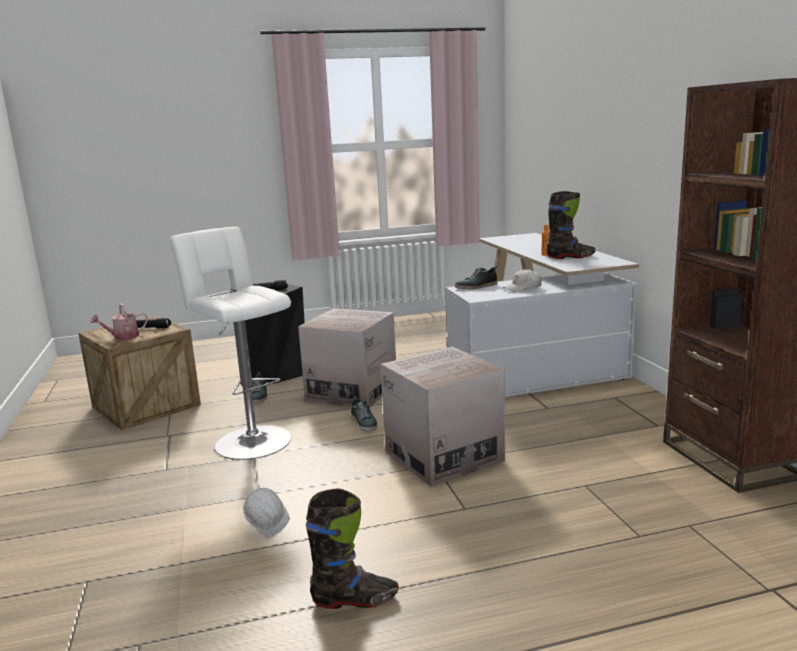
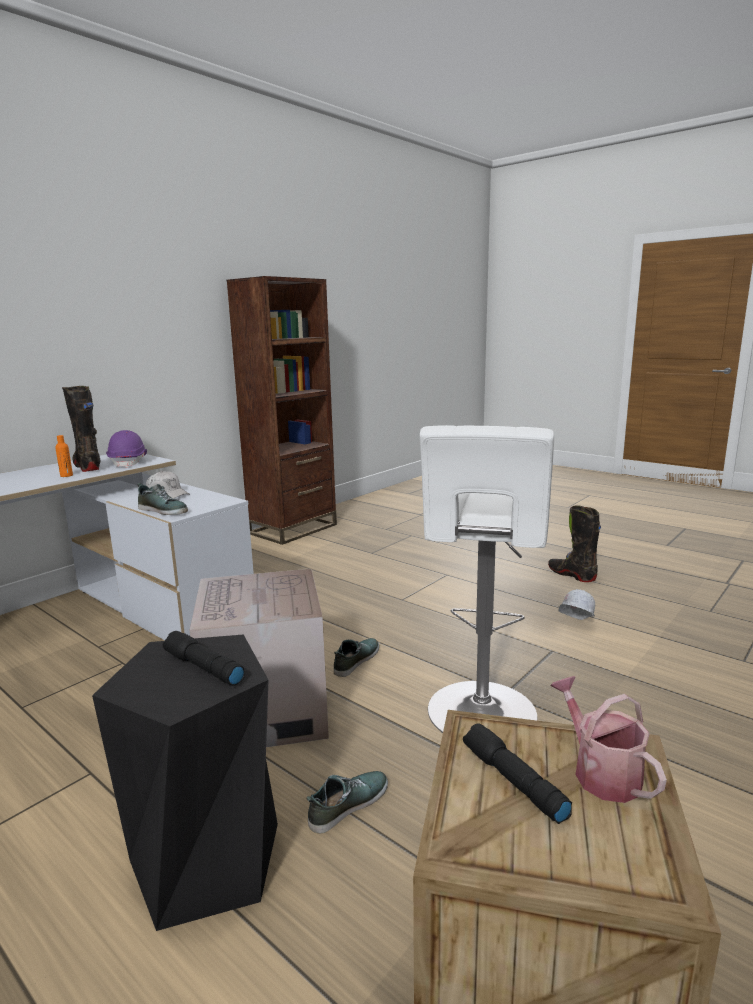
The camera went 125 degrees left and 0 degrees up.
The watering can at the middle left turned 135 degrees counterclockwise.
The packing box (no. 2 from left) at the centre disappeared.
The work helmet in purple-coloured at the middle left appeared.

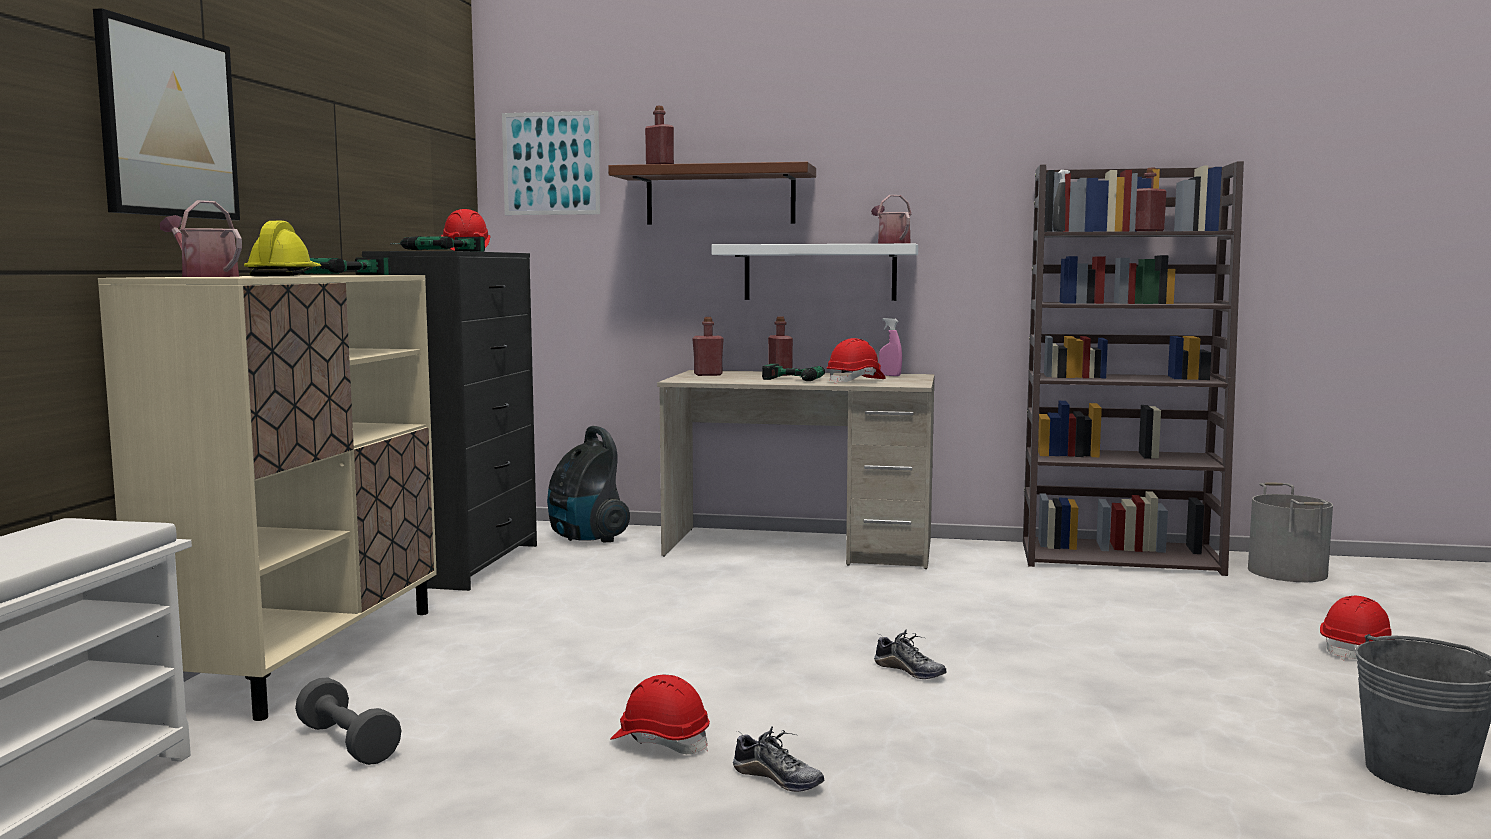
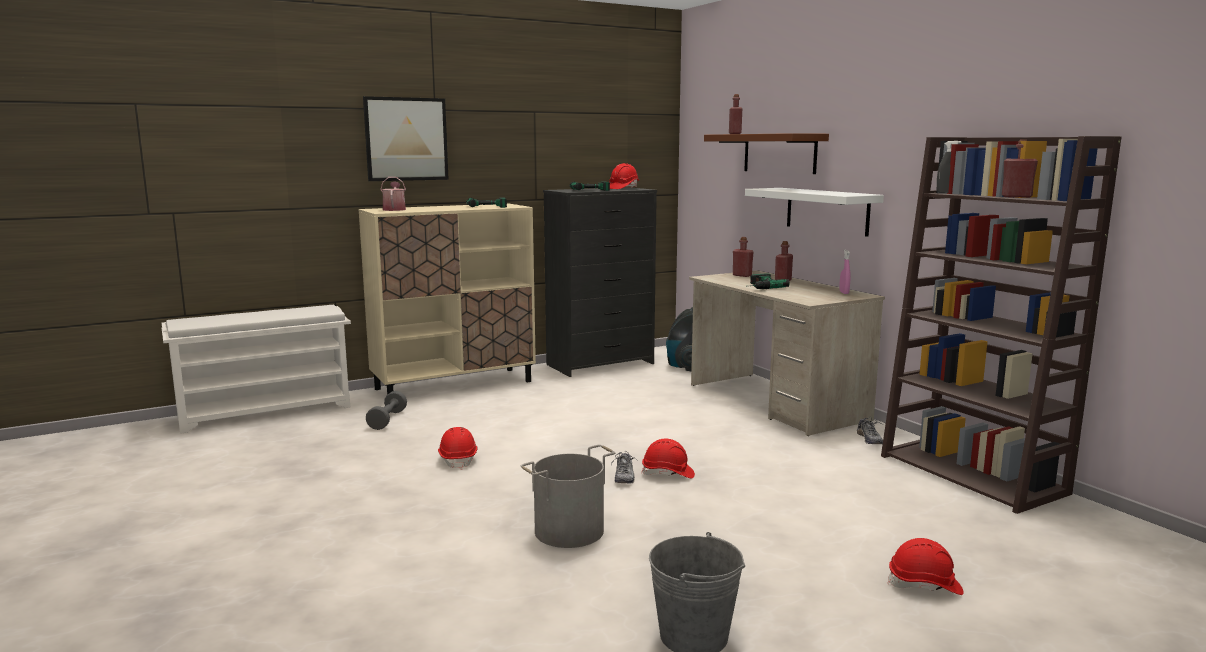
The camera went 50 degrees right and 5 degrees up.
The picture (no. 2 from left) at the top centre disappeared.
The watering can (no. 2 from left) at the top centre disappeared.
The work helmet in yellow-coloured at the top left disappeared.
The work helmet in red-coloured (no. 3 from left) moved from the centre to the bottom centre.
The pail in gray (no. 1 from left) moved from the middle right to the bottom centre.
The item of footwear (no. 1 from left in the first image) moved from the bottom centre to the middle right.

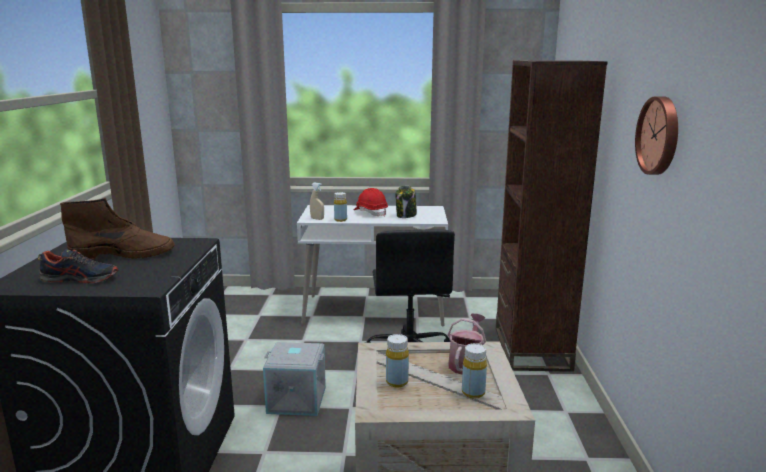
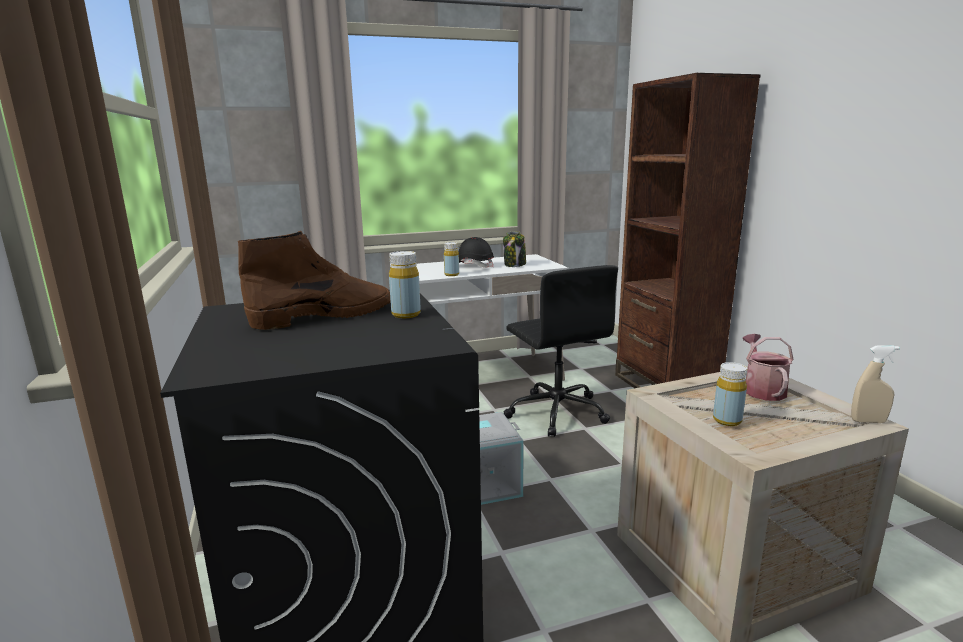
The camera went 20 degrees left and 0 degrees up.
The hanging clock at the top right disappeared.
The spray bottle in beige-coloured moved from the centre to the middle right.
The work helmet in red-coloured at the centre became the work helmet in black-coloured at the centre.
The item of footwear at the middle left disappeared.
The drink bottle in yellow-coloured (no. 3 from left in the first image) moved from the bottom centre to the centre.

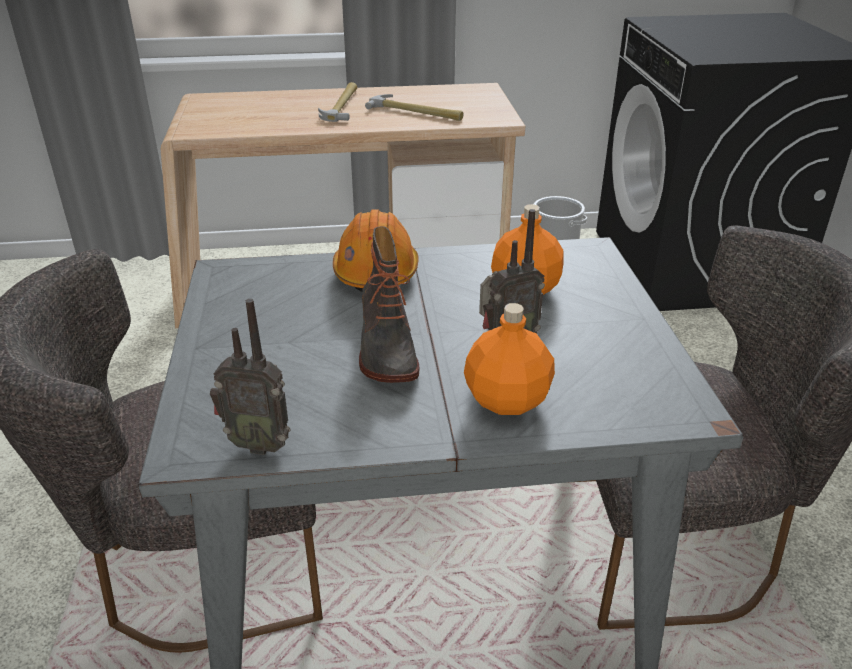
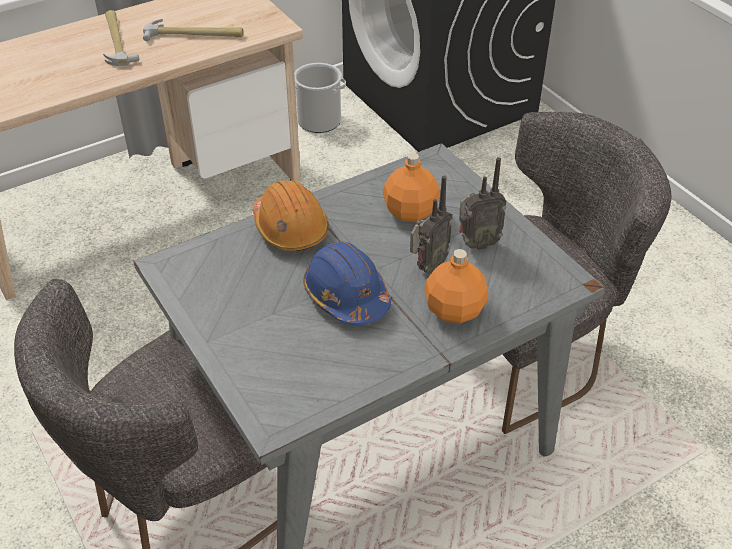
The camera went 25 degrees left and 10 degrees up.
The tall boot at the centre was replaced by the work helmet in blue-coloured at the centre.
The radio receiver (no. 1 from left in the first image) moved from the middle left to the centre.

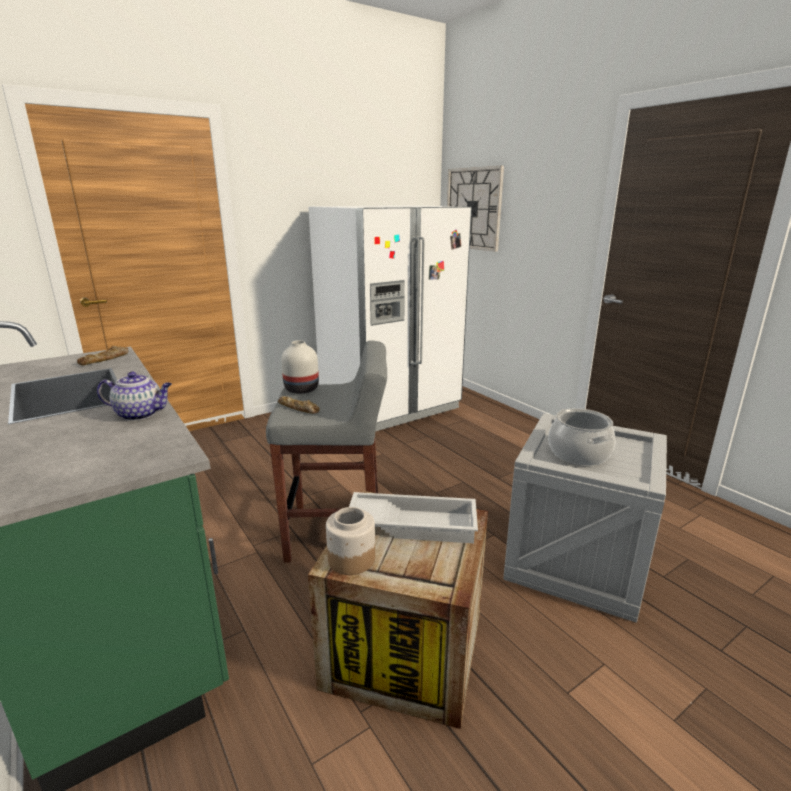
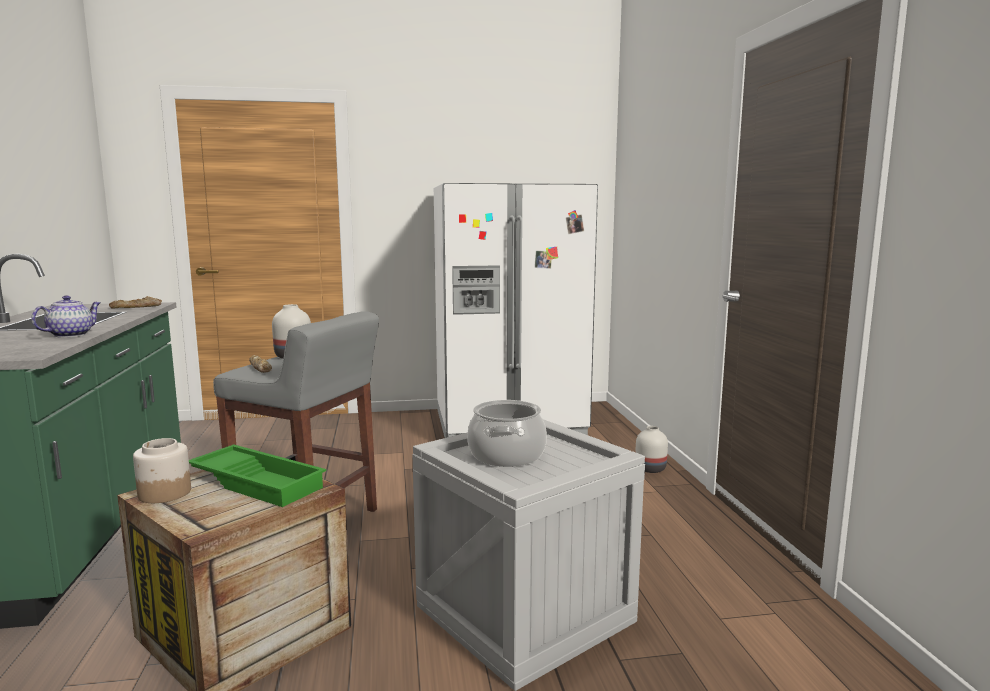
The camera went 25 degrees right and 10 degrees down.
The hanging clock at the top centre disappeared.
The tea pot at the middle left turned 90 degrees counterclockwise.
The carrying tray in white-coloured at the centre became the carrying tray in green-coloured at the bottom left.
The vase in white-coloured (no. 2 from left) at the centre appeared.

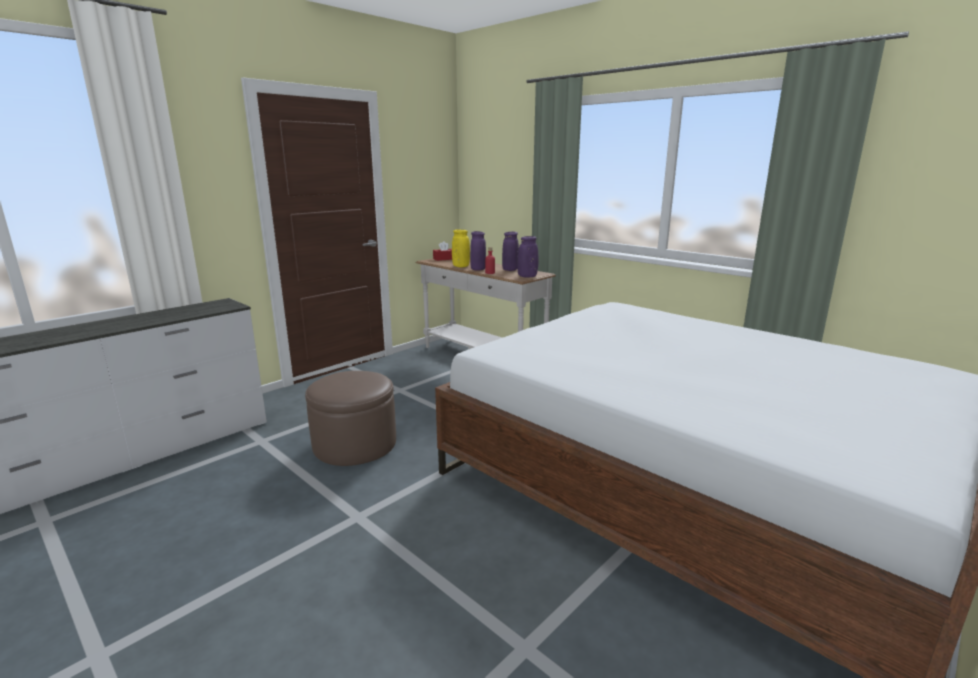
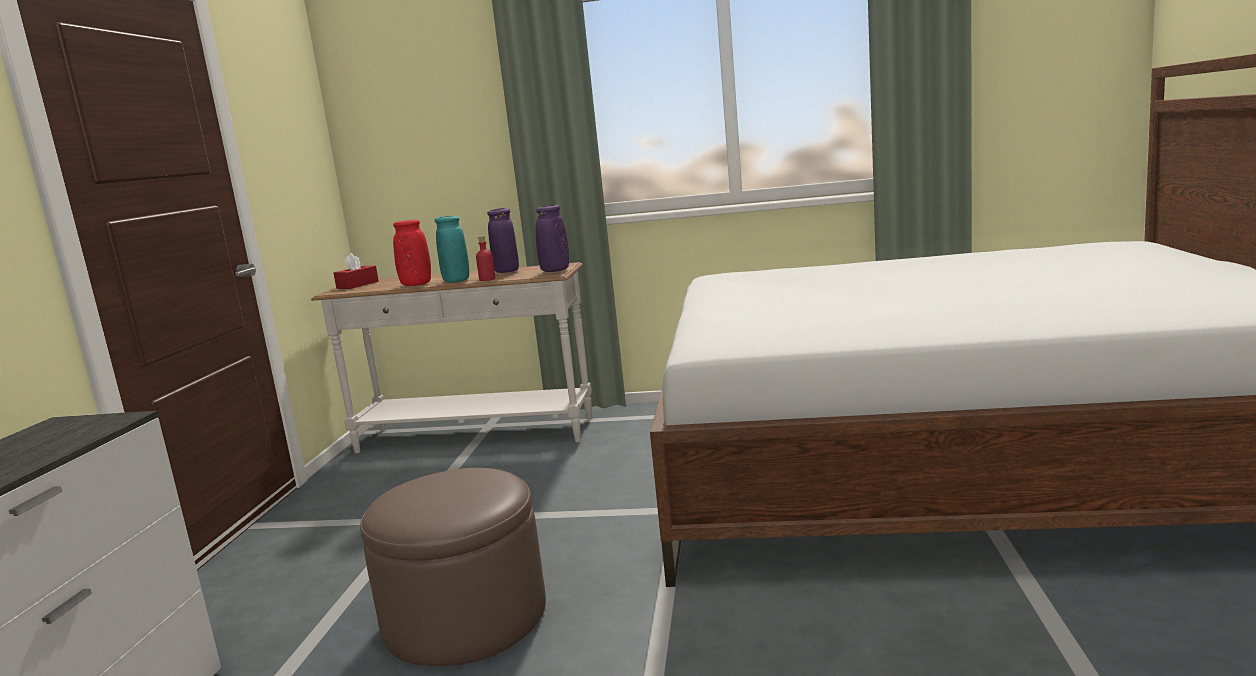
The camera went 35 degrees left and 5 degrees down.
The vase in yellow-coloured at the centre became the vase in red-coloured at the middle left.
The vase in purple-coloured (no. 1 from left) at the centre became the vase in blue-green at the centre.

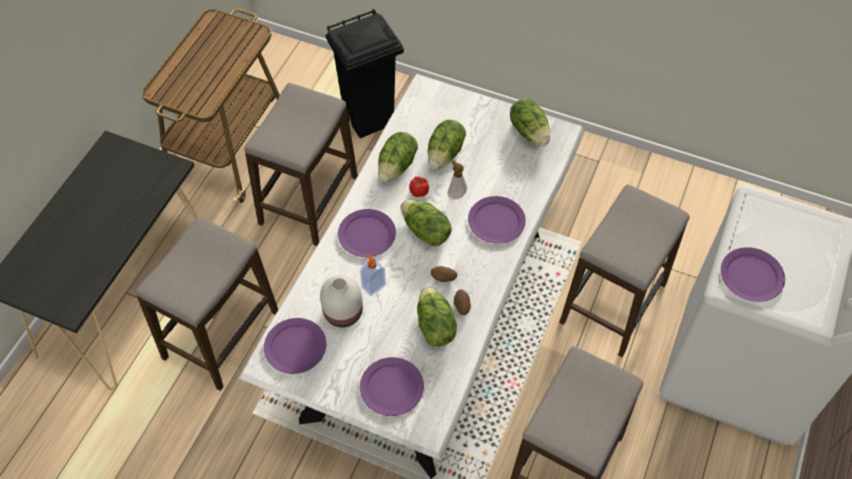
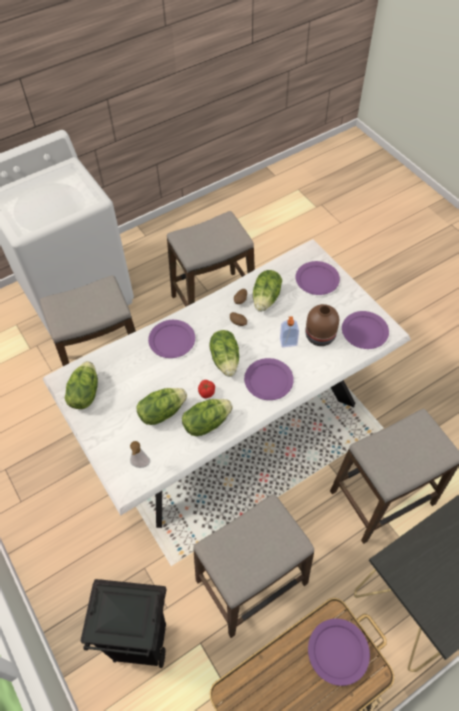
The camera went 145 degrees left and 0 degrees up.
The liquid soap bottle (no. 2 from left in the first image) moved from the centre to the middle left.
The dinner plate in purple-coloured (no. 5 from left in the first image) moved from the middle right to the bottom right.
The vase in white-coloured at the centre became the vase in brown at the middle right.

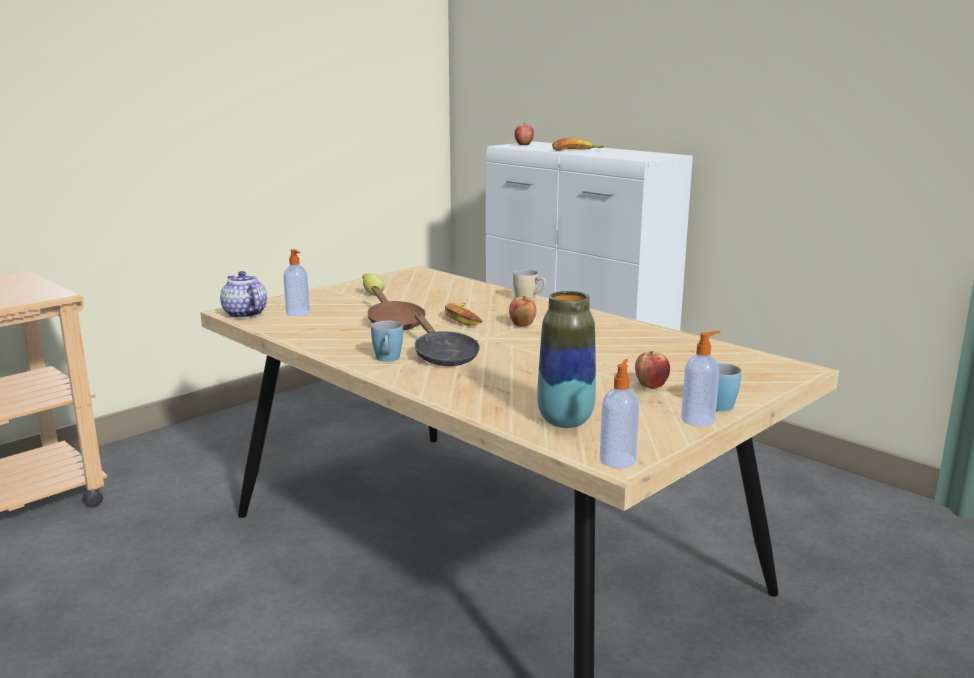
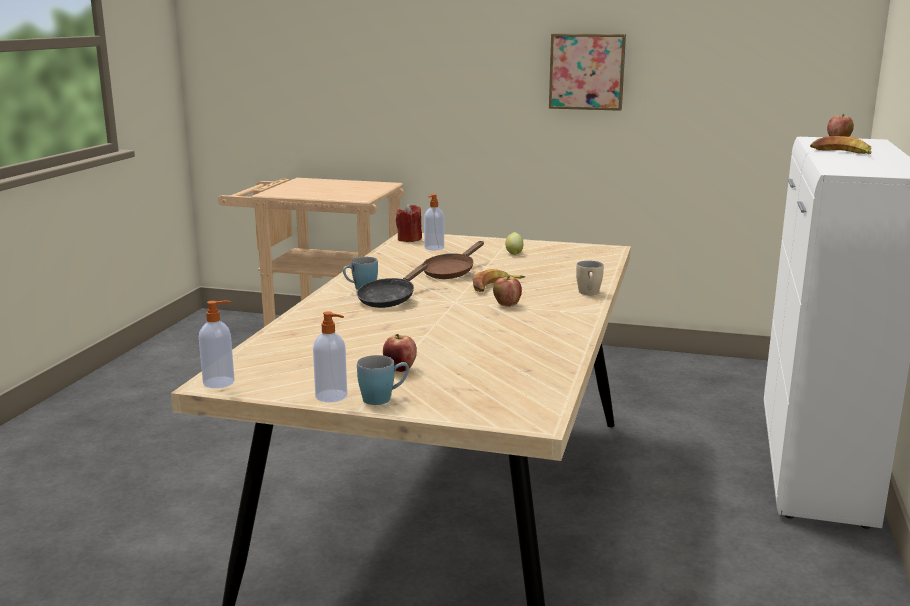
The camera went 60 degrees right and 0 degrees up.
The tea pot at the middle left was replaced by the wax candle in red-coloured at the centre.
The vase at the centre disappeared.
The picture at the top centre appeared.

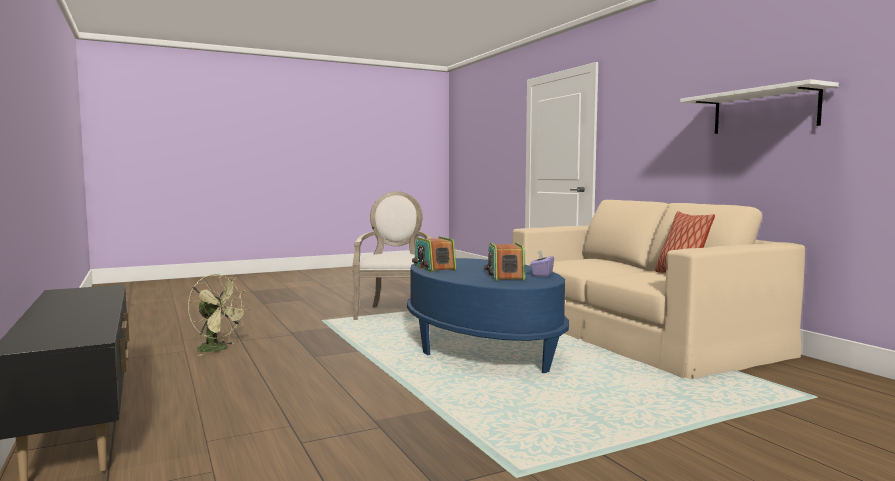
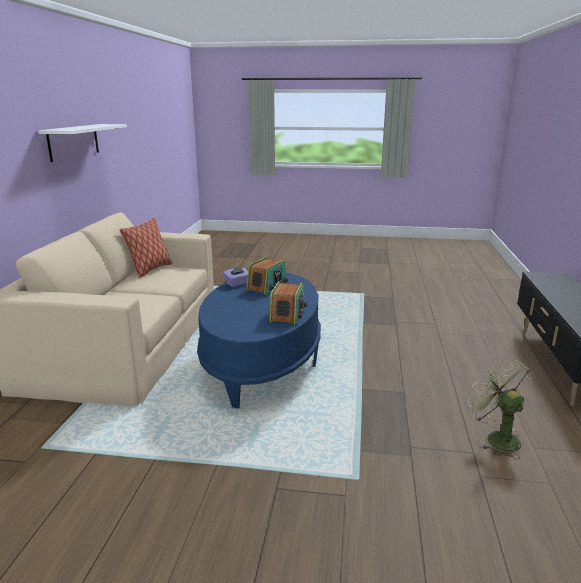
The camera went 145 degrees left and 15 degrees up.
The easy chair at the centre disappeared.

